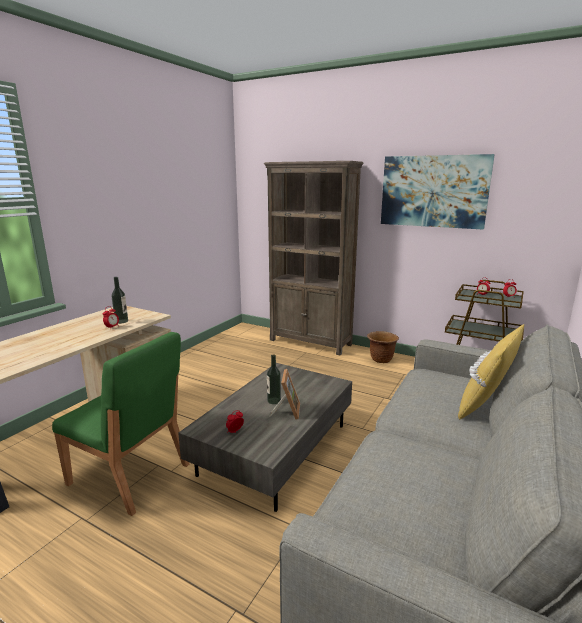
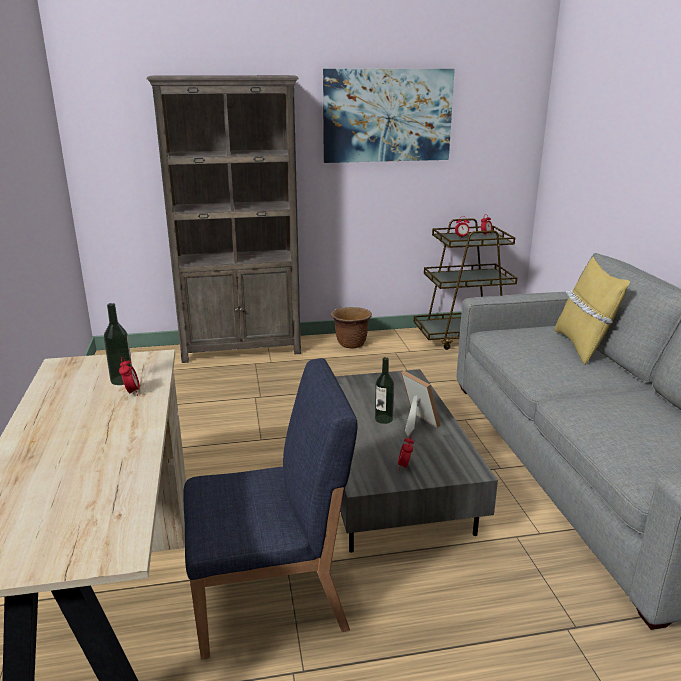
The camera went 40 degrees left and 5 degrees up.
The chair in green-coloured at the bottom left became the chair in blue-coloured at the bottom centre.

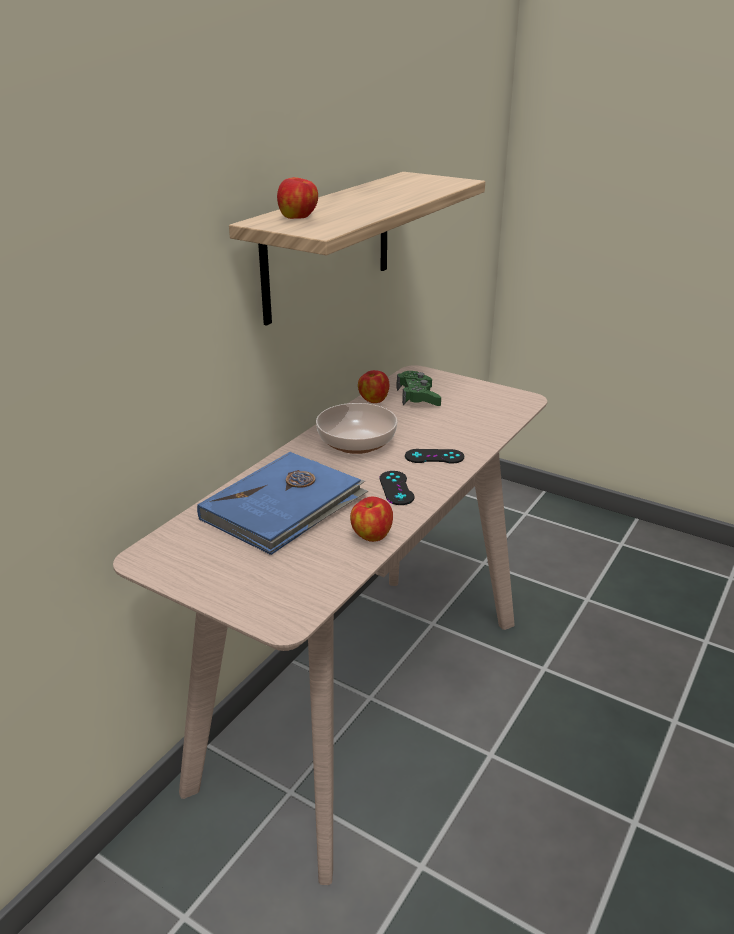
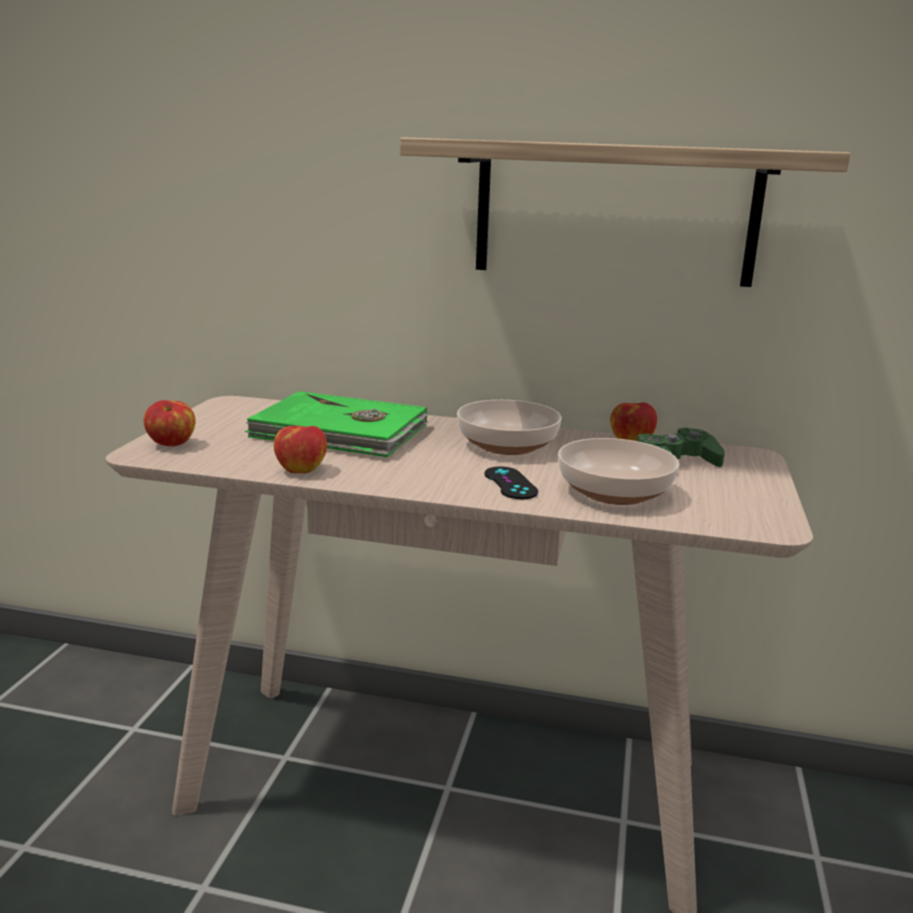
The camera went 70 degrees right and 10 degrees down.
The whole apple (no. 1 from left) moved from the top centre to the middle left.
The book in blue-coloured at the centre became the book in green-coloured at the centre.
The joypad in black-coloured (no. 1 from left) at the centre disappeared.
The bowl (no. 2 from left) at the middle right appeared.

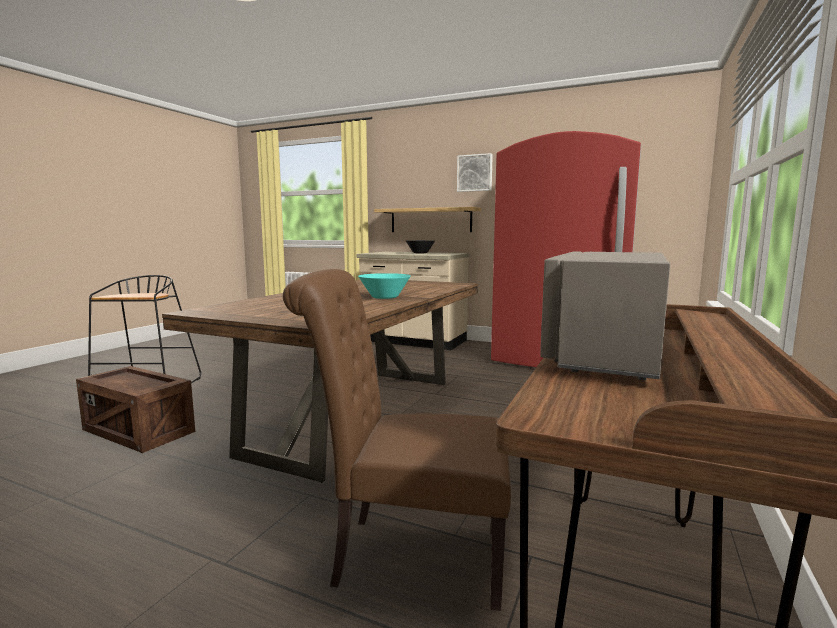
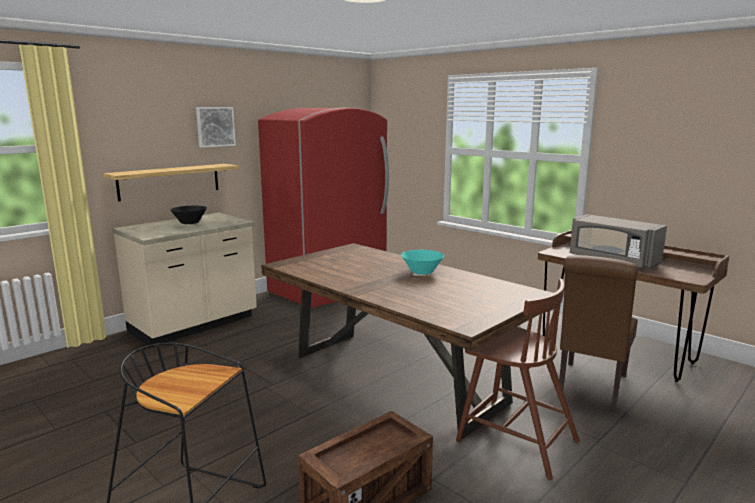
The camera went 70 degrees left and 5 degrees up.
The chair in brown (no. 1 from left) at the bottom right appeared.

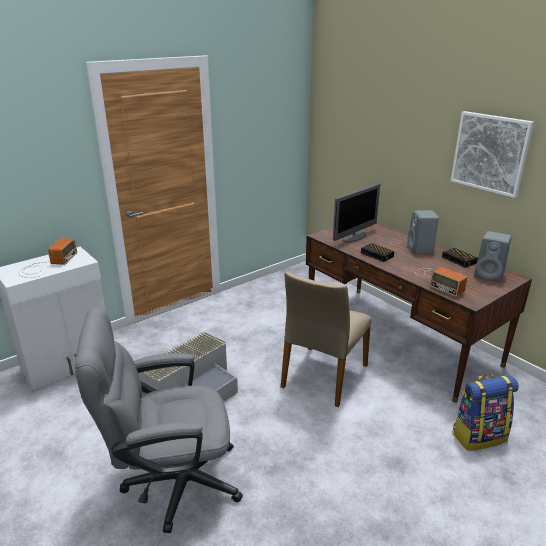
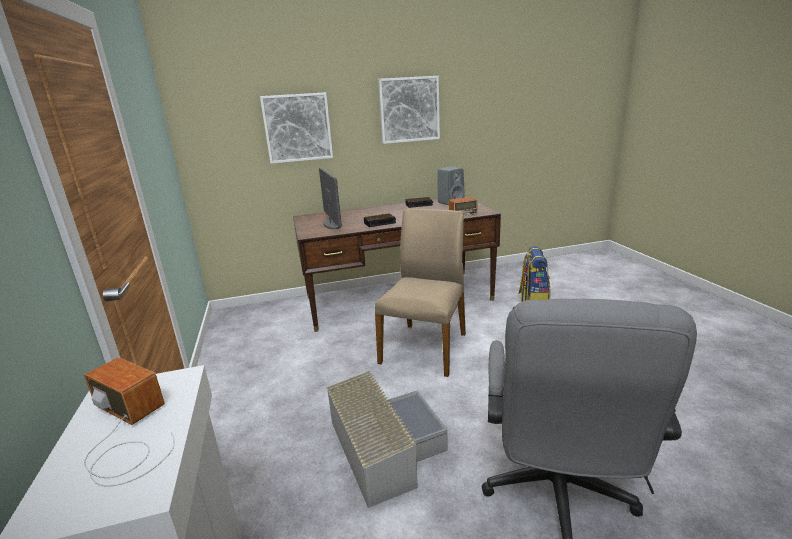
The camera went 65 degrees left and 5 degrees down.
The speaker in gray (no. 1 from left) at the middle right disappeared.
The chair in beige-coloured at the centre turned 120 degrees counterclockwise.
The picture (no. 1 from left) at the top centre appeared.

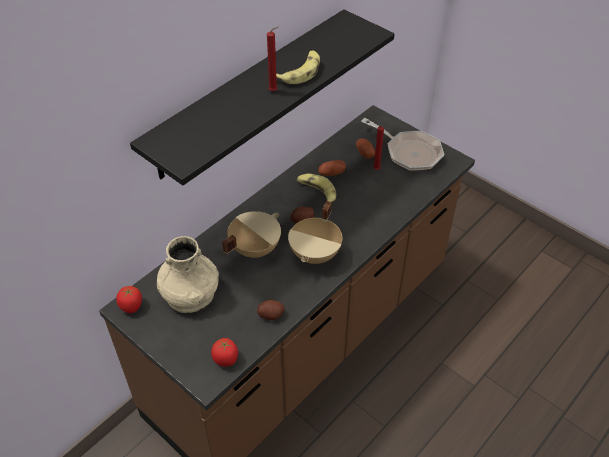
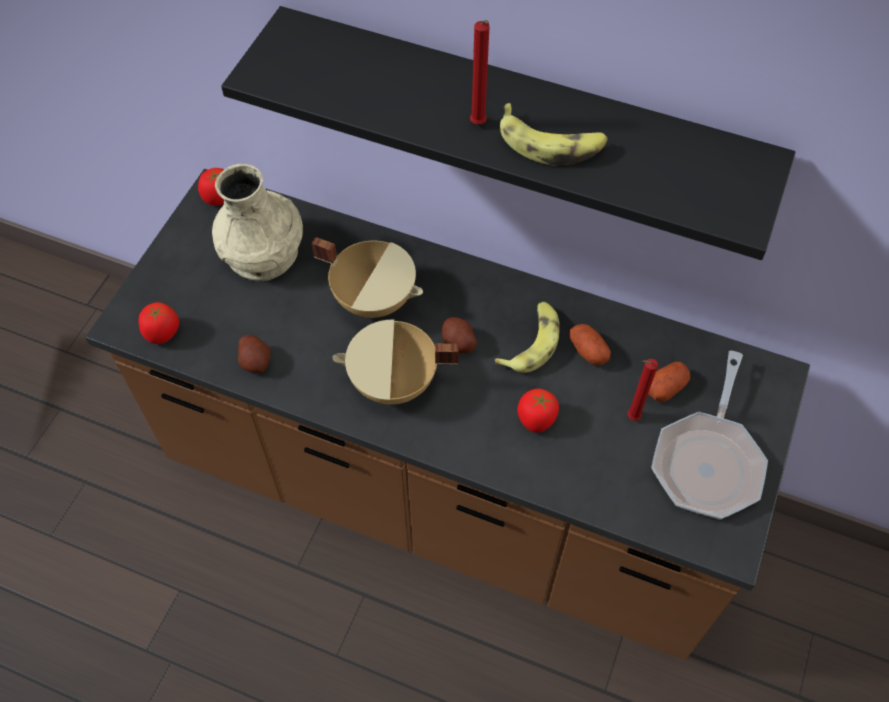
The camera went 70 degrees right and 10 degrees up.
The fresh tomato (no. 3 from left) at the centre appeared.

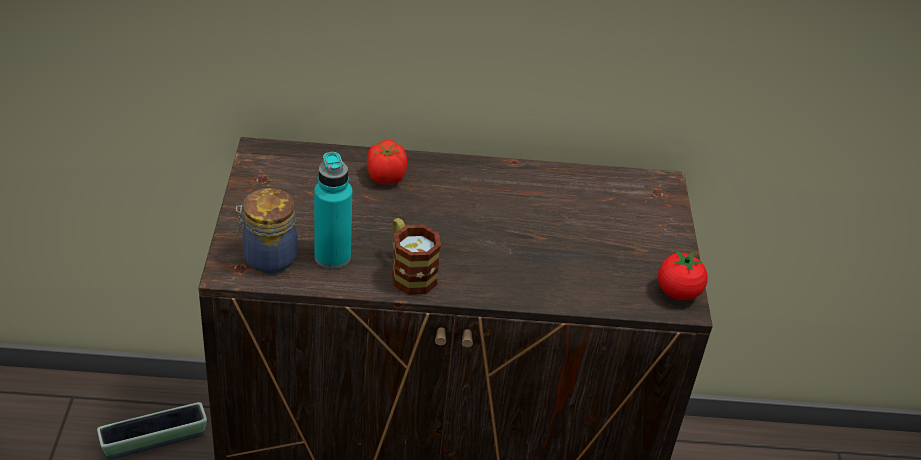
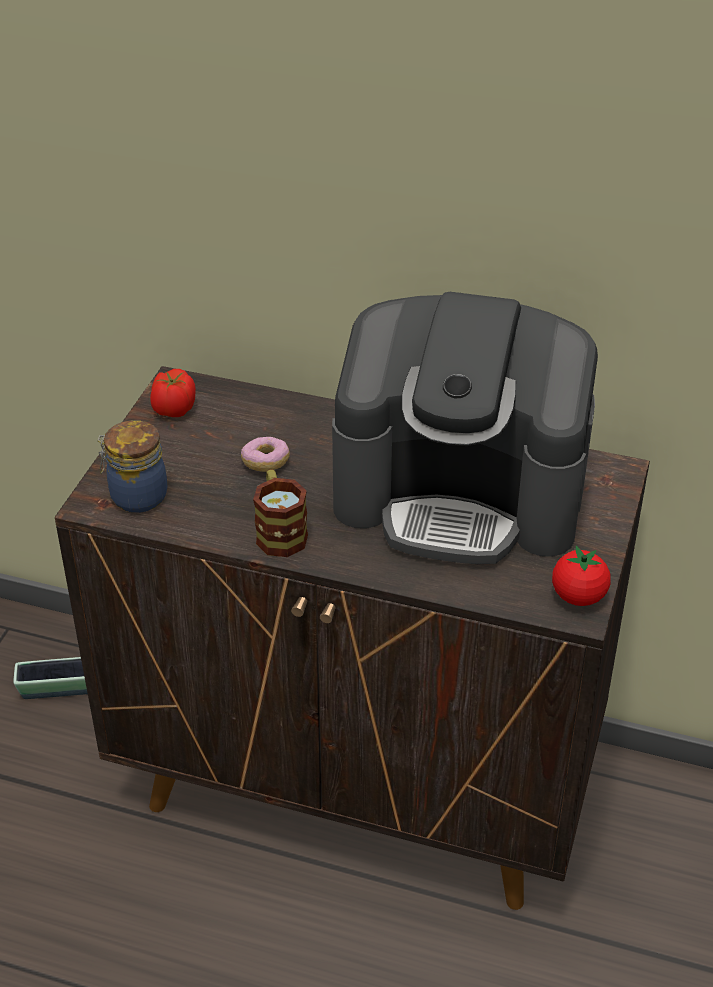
The camera went 20 degrees right and 0 degrees up.
The fresh tomato (no. 1 from left) moved from the centre to the middle left.
The drink bottle in blue-green at the centre disappeared.
The coffee maker at the centre appeared.
The doughnut at the centre appeared.

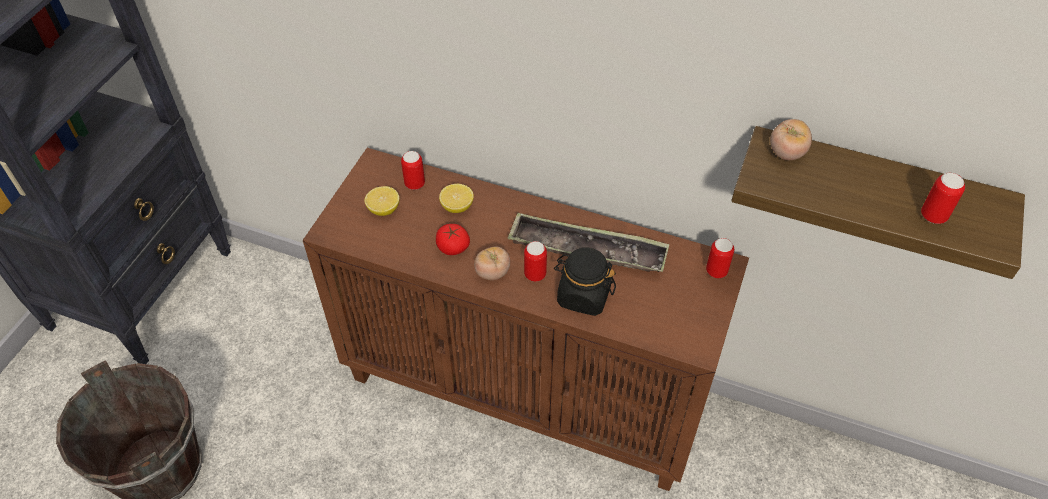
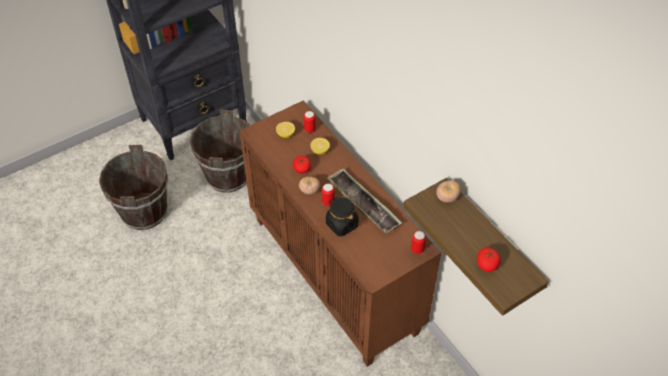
The camera went 35 degrees right and 0 degrees up.
The can (no. 4 from left) at the middle right was replaced by the fresh tomato (no. 4 from left) at the bottom right.
The pail in brown (no. 2 from left) at the middle left appeared.

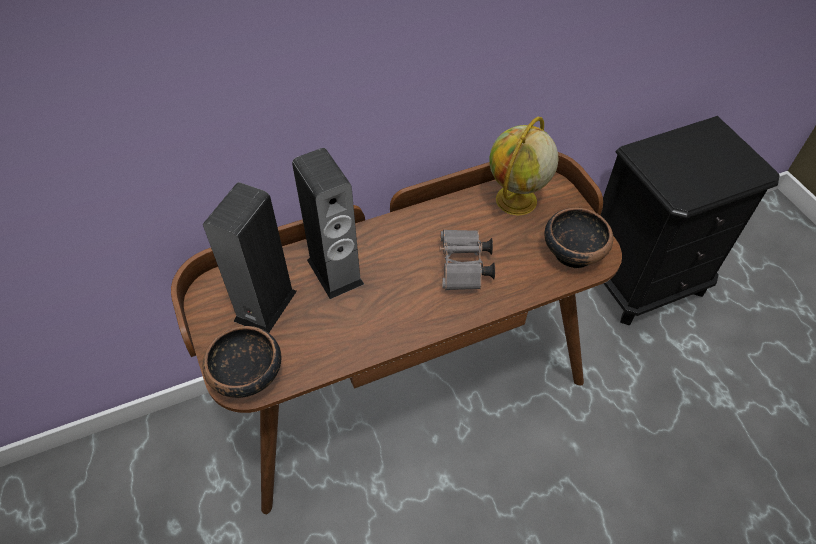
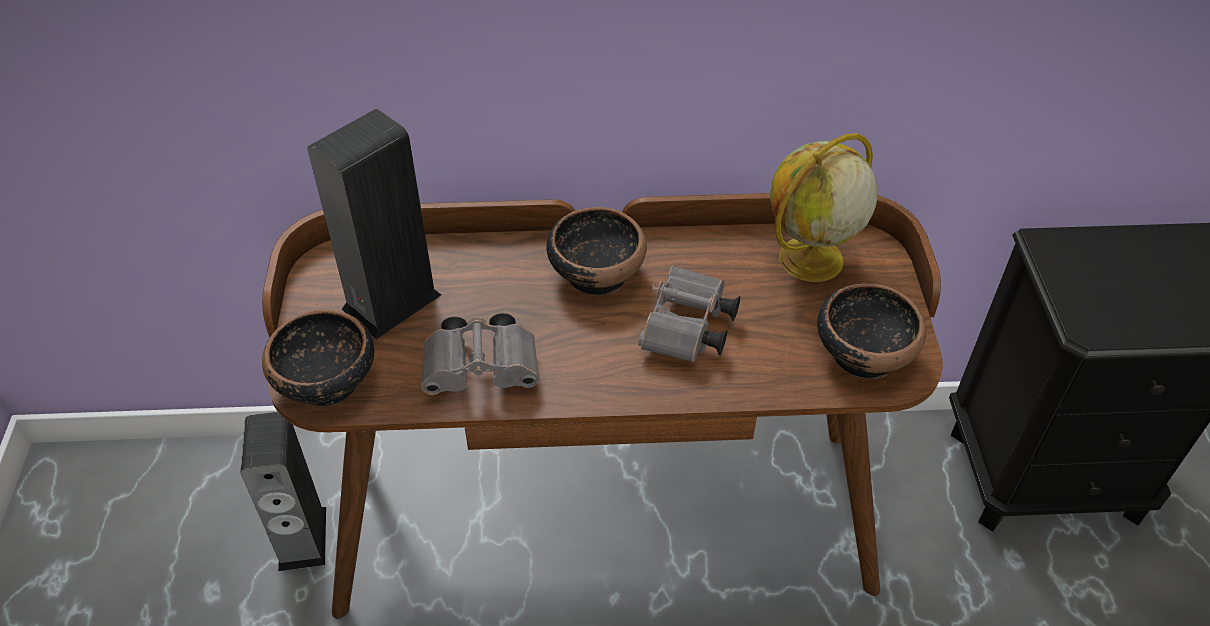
The camera went 20 degrees right and 5 degrees down.
The speaker (no. 2 from left in the first image) moved from the centre to the bottom left.
The bowl (no. 2 from left) at the centre appeared.
The binoculars in gray (no. 1 from left) at the centre appeared.

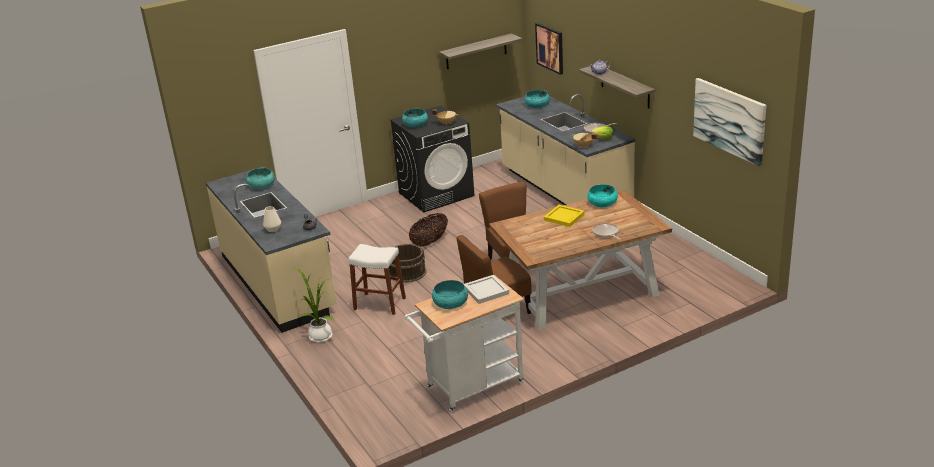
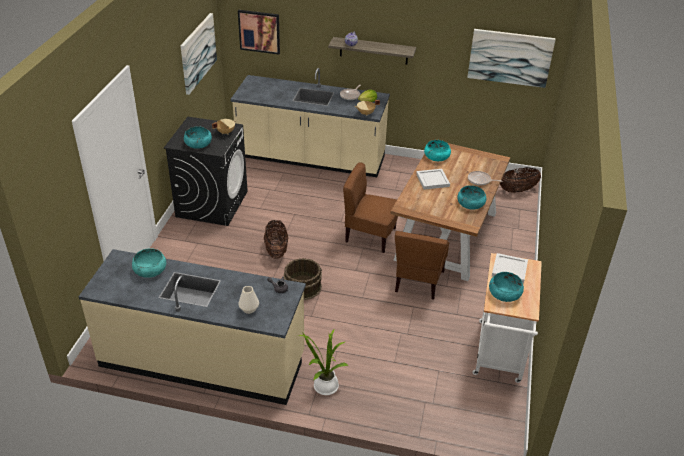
The camera went 50 degrees left and 10 degrees up.
The bracket shelf (no. 1 from left) at the top centre was replaced by the picture (no. 1 from left) at the top left.
The bowl in blue-green (no. 4 from left) moved from the top centre to the middle right.
The carrying tray in yellow-coloured at the centre became the carrying tray in white-coloured (no. 1 from left) at the centre.
The stool seat in white-coloured at the centre disappeared.
The household basket (no. 2 from left) at the middle right appeared.

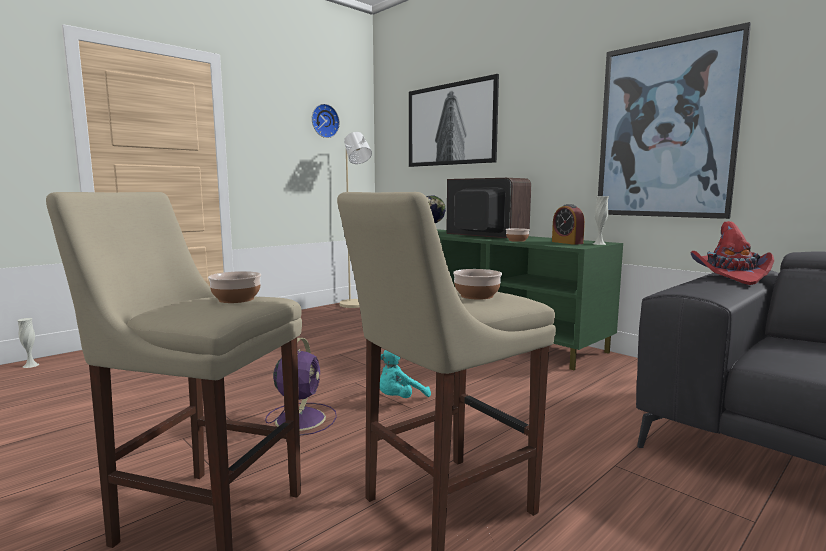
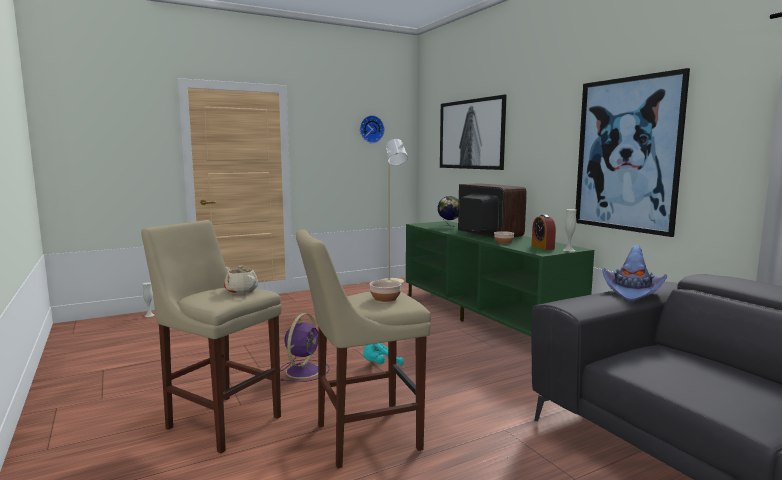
The camera went 15 degrees right and 0 degrees up.
The clothing hat in red-coloured at the middle right became the clothing hat in purple-coloured at the middle right.
The bowl (no. 1 from left) at the middle left was replaced by the tea pot in beige-coloured at the middle left.

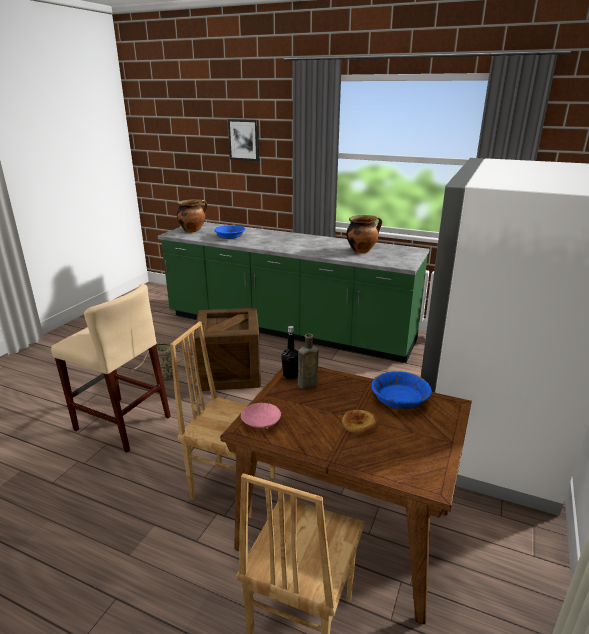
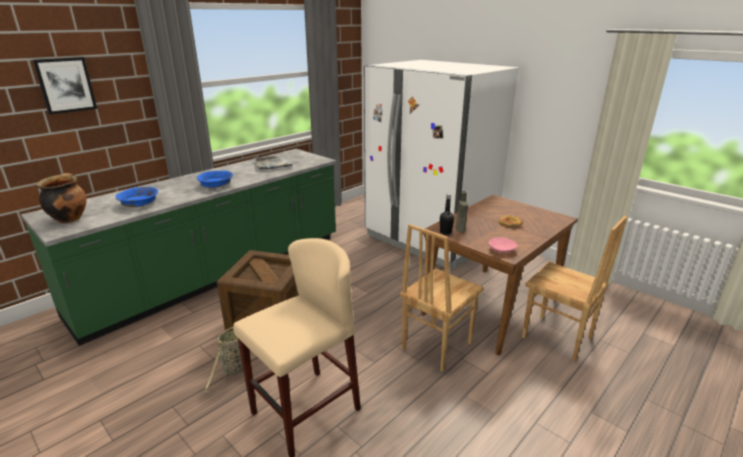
The camera went 70 degrees left and 0 degrees up.
The saucepot (no. 2 from left) at the centre was replaced by the carrying tray in gray at the centre.
The bowl in blue-coloured (no. 2 from left) moved from the middle right to the middle left.

